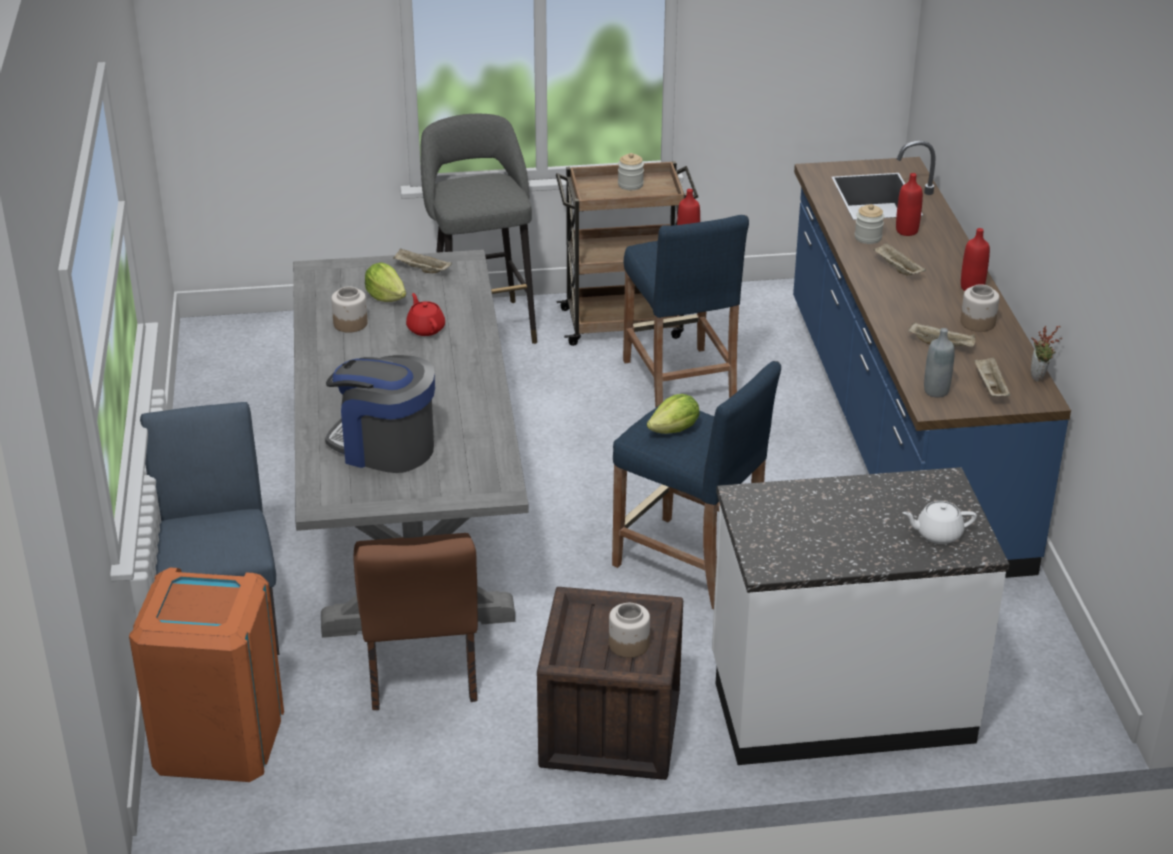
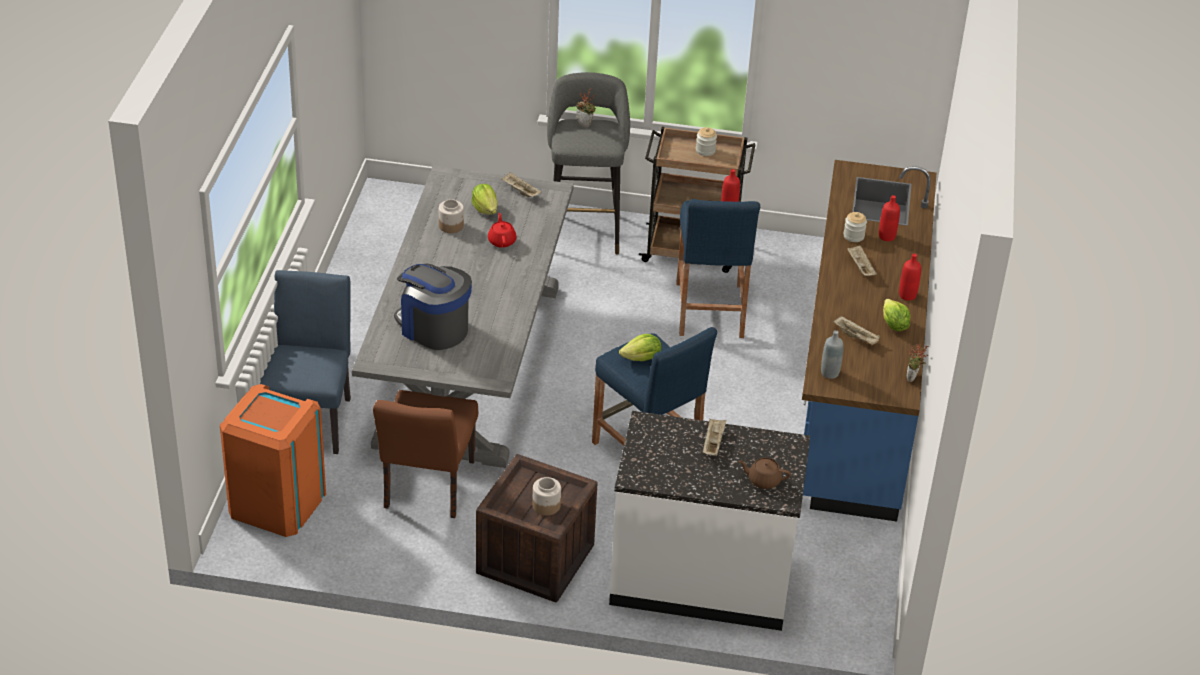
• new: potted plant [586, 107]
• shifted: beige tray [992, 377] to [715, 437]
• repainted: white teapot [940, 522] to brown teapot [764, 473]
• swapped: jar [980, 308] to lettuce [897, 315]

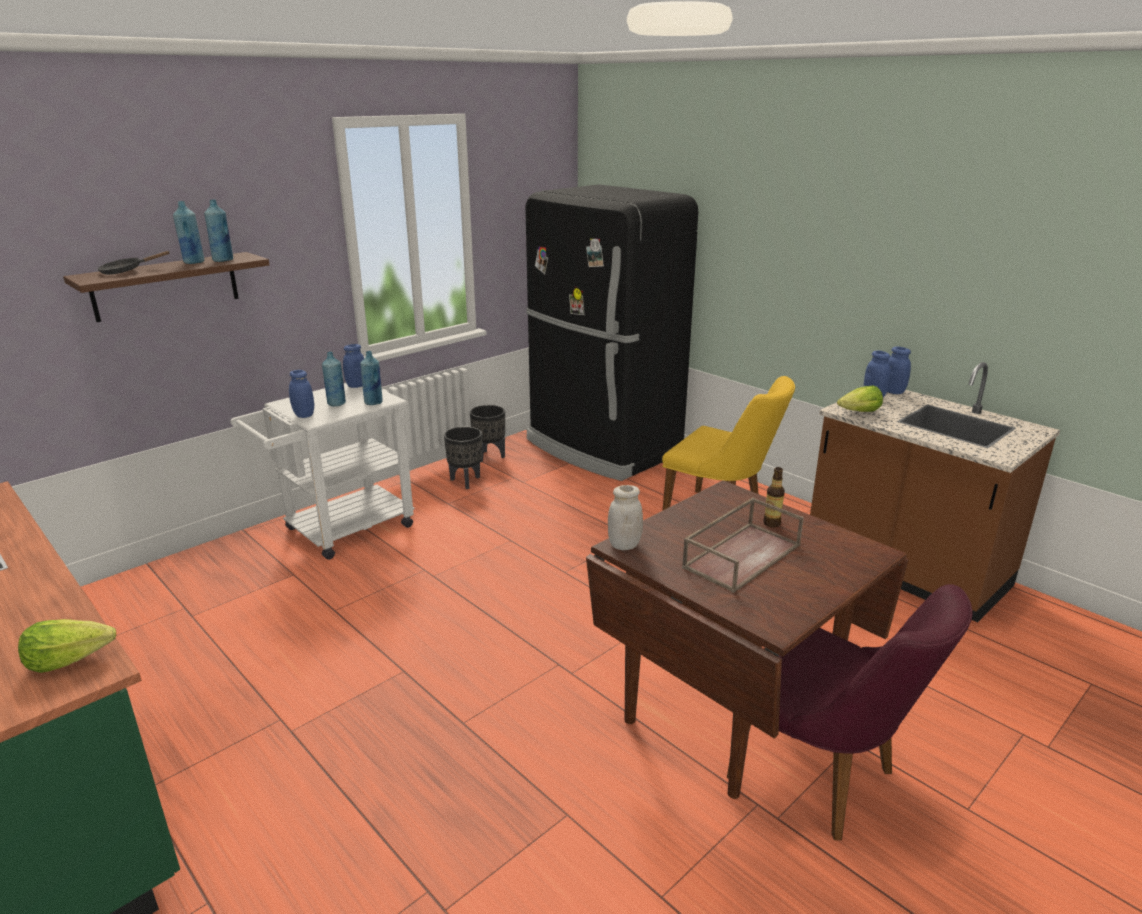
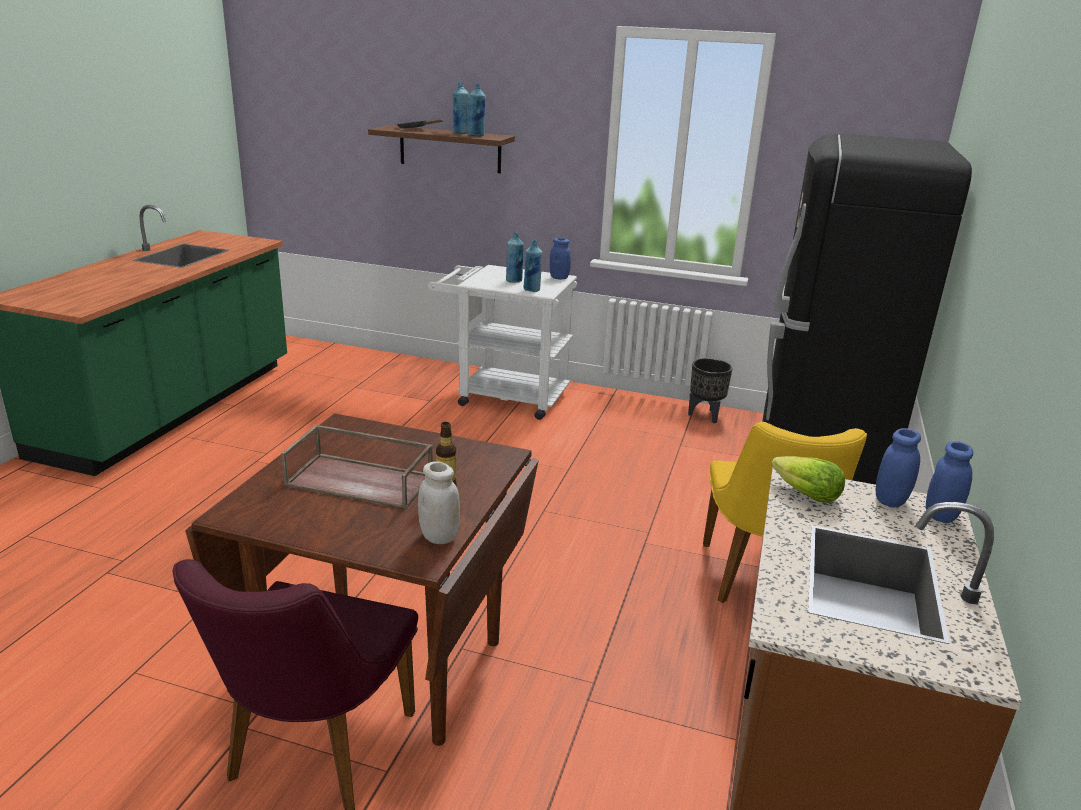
• shifted: white jar [625, 517] to [439, 502]
• gone: lettuce [67, 646]
• gone: blue jar [301, 394]
• gone: black planter [463, 458]

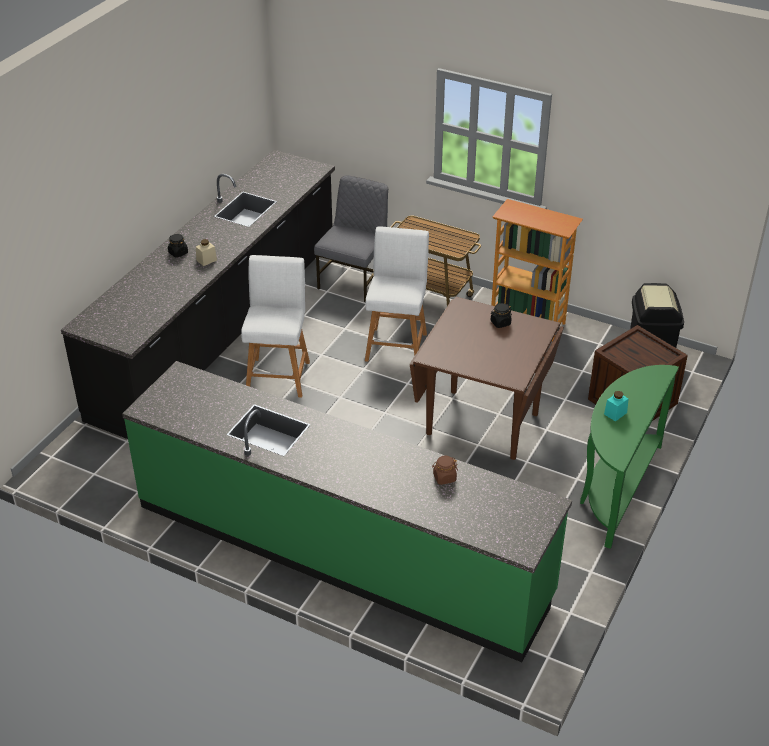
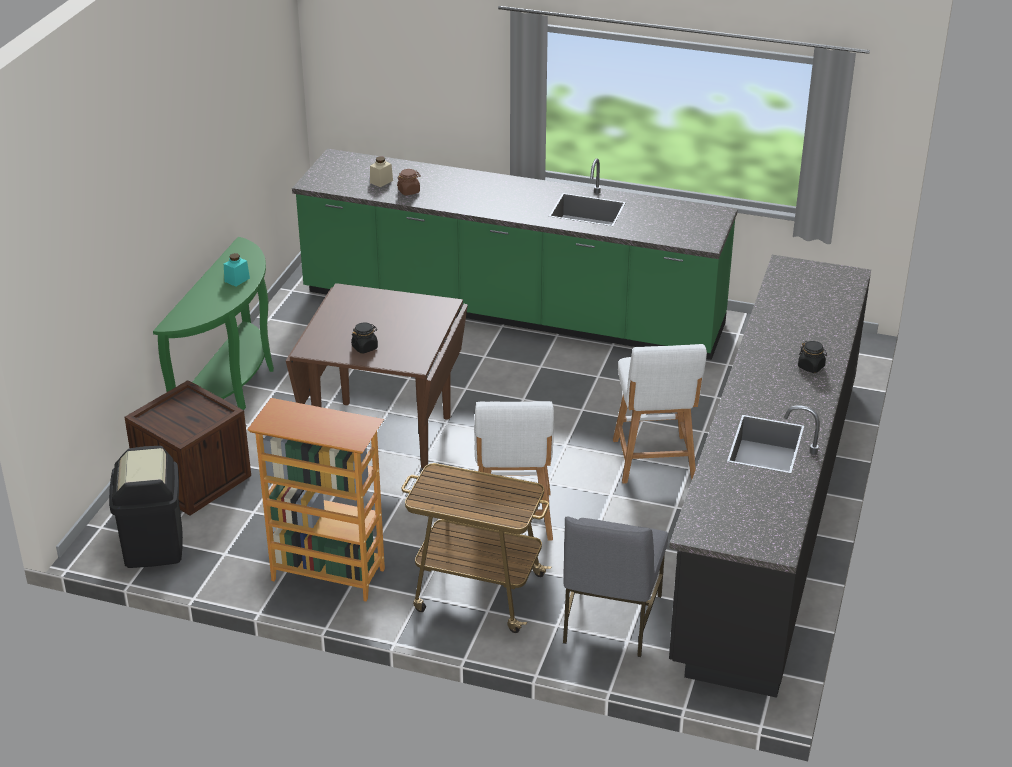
• shifted: beige jar [206, 252] to [381, 171]

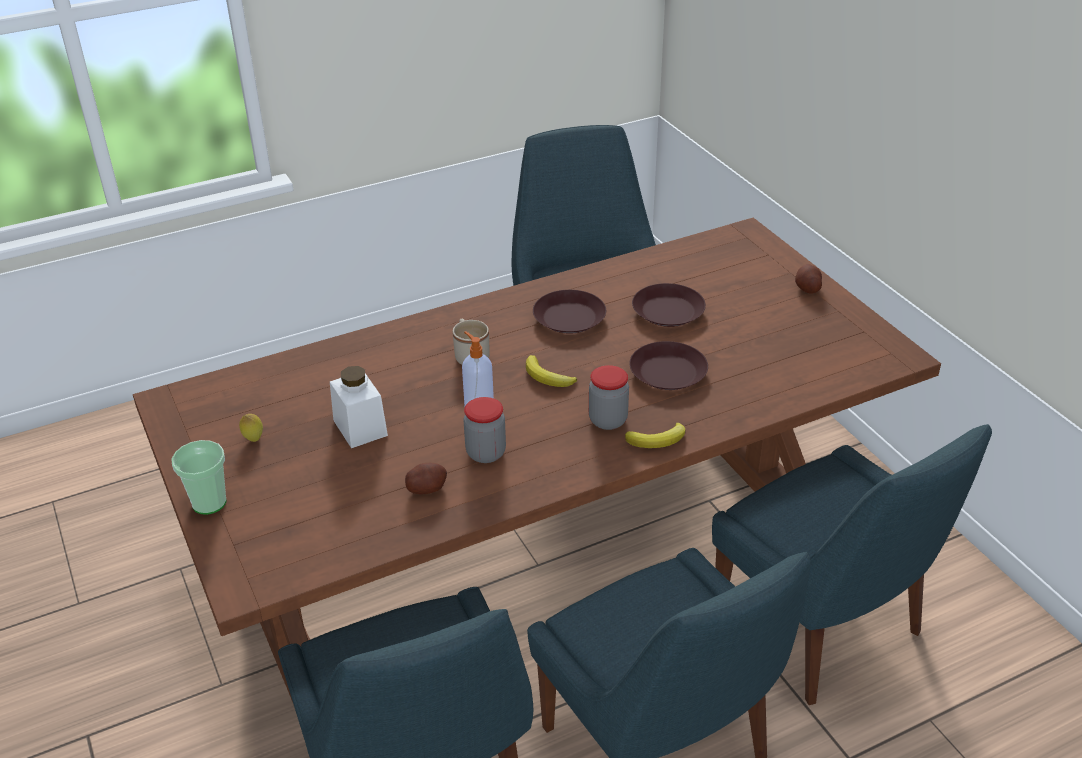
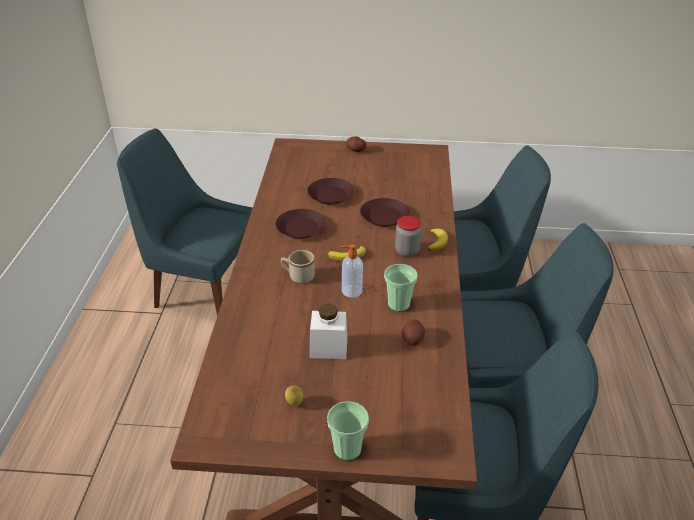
• swapped: jar [485, 430] to cup [401, 288]

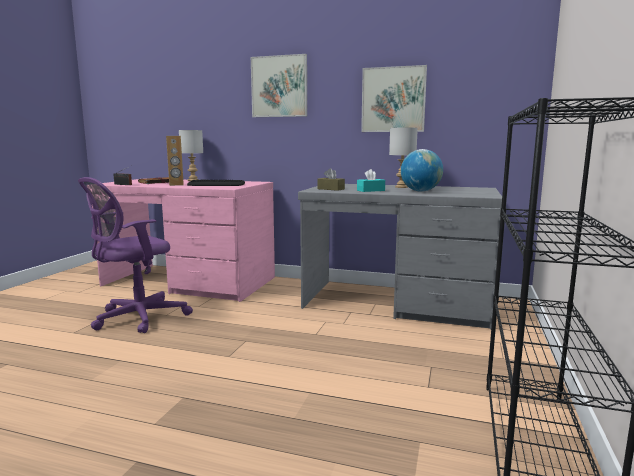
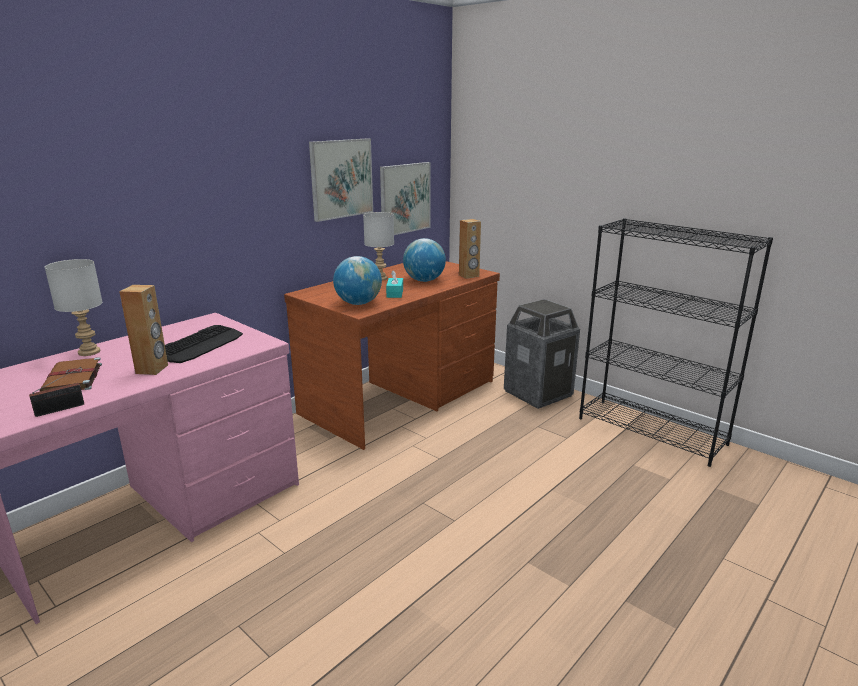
• repainted: grey desk [400, 257] to brown desk [392, 355]
• swapped: brown tissue box [331, 179] to globe [357, 280]
• shifted: picture [279, 85] to [405, 198]
• new: brown speaker [470, 249]
• new: trash can [542, 354]
• gone: purple office chair [135, 255]

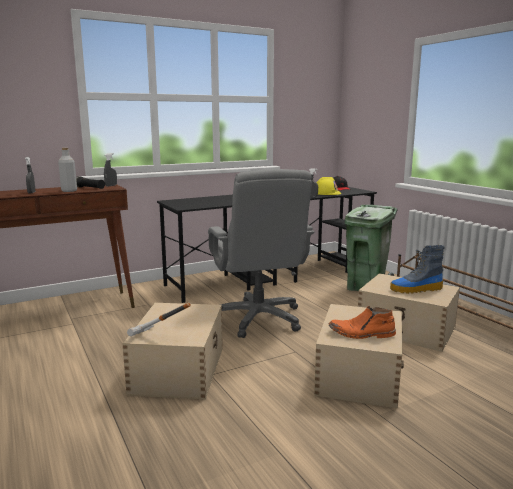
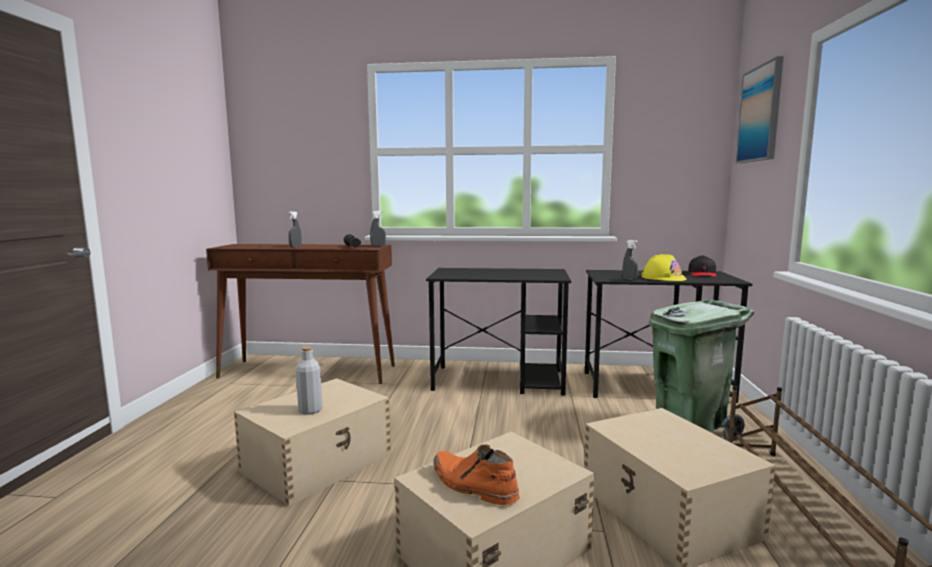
• shifted: grey bottle [67, 170] to [309, 380]
• new: picture [760, 109]
• gone: hammer [159, 319]
• gone: grey office chair [261, 253]
• gone: boot [417, 269]

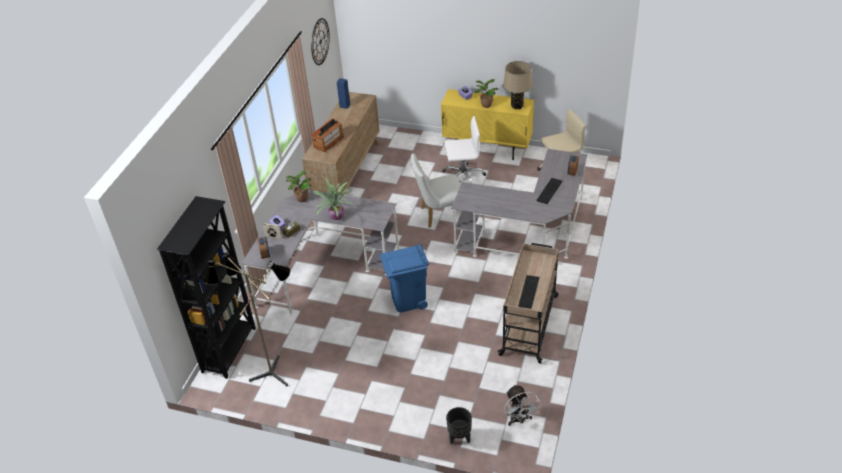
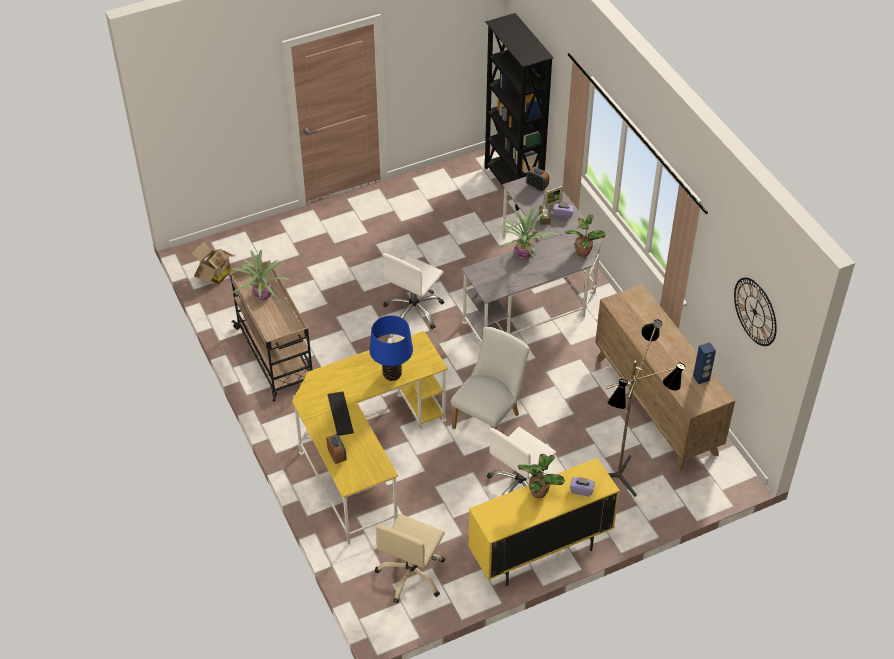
• swapped: white fan [523, 405] to cardboard box [213, 262]
• swapped: keyboard [528, 292] to potted plant [260, 275]
• repainted: grey desk [519, 204] to yellow desk [370, 438]
• new: blue table lamp [391, 348]
• swapped: blue trash can [404, 278] to white office chair [413, 291]
• shifted: floor lamp [246, 319] to [645, 408]
• gone: radio [328, 135]
• gone: black planter [459, 425]
• gone: beige table lamp [517, 85]

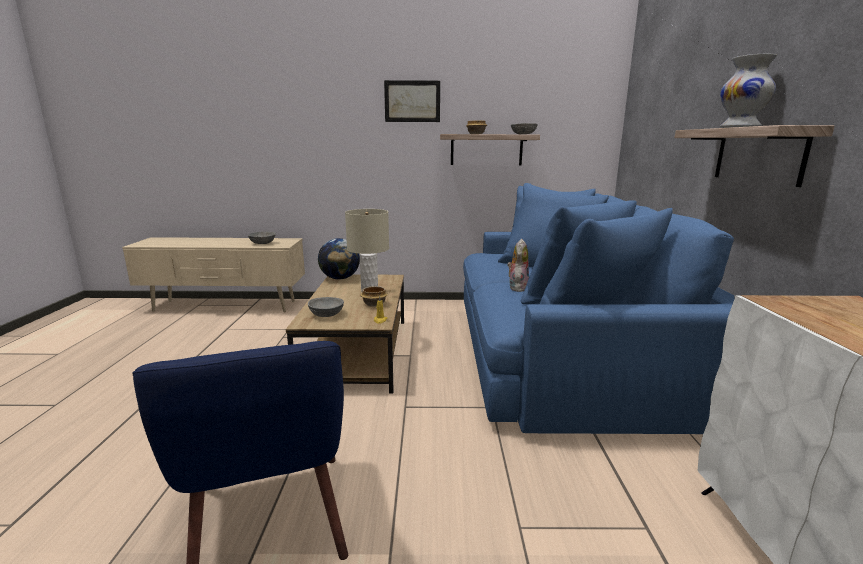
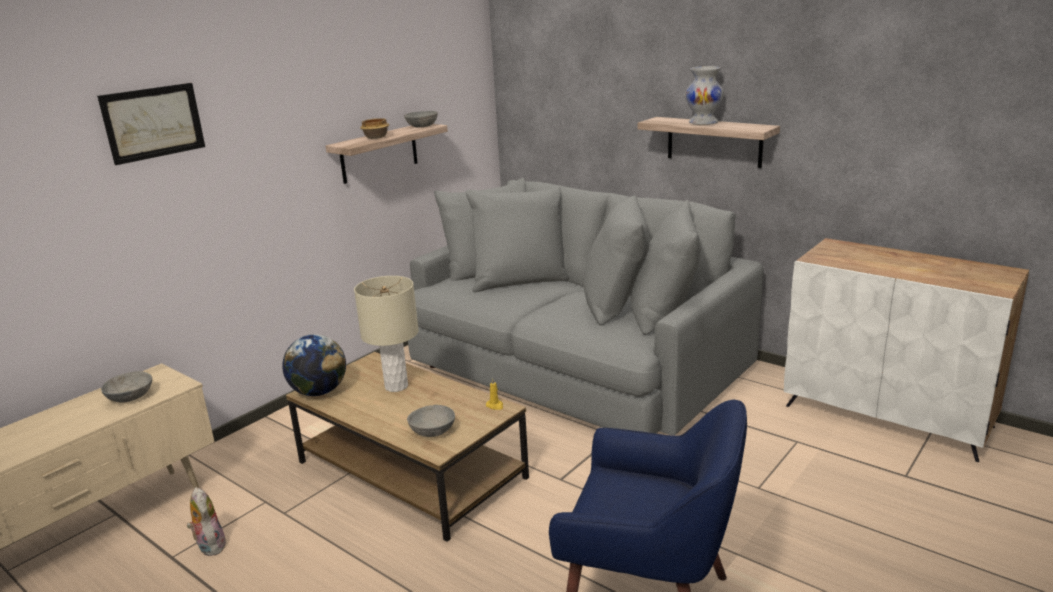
• shifted: picture [412, 101] to [151, 124]
• shifted: plush toy [518, 265] to [206, 521]
• repainted: blue sofa [599, 308] to grey sofa [585, 306]
• gone: bowl [374, 296]

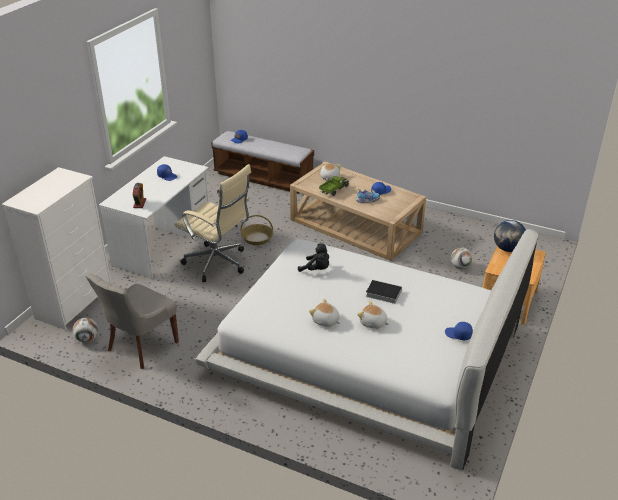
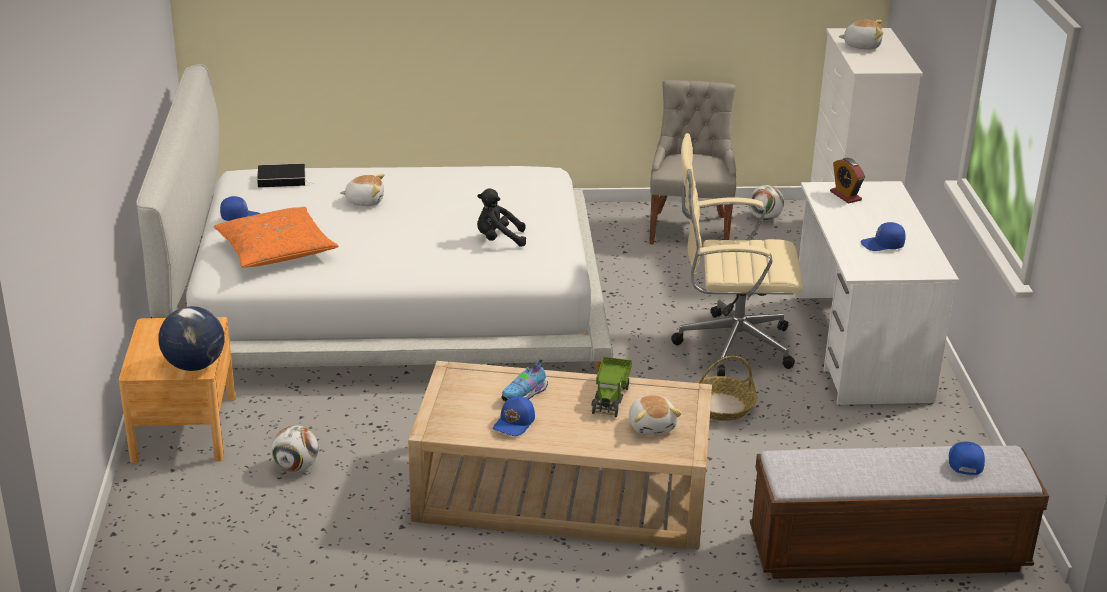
• new: orange pillow [276, 237]
• shifted: book [384, 292] to [286, 176]
• shifted: plush toy [324, 313] to [860, 35]

